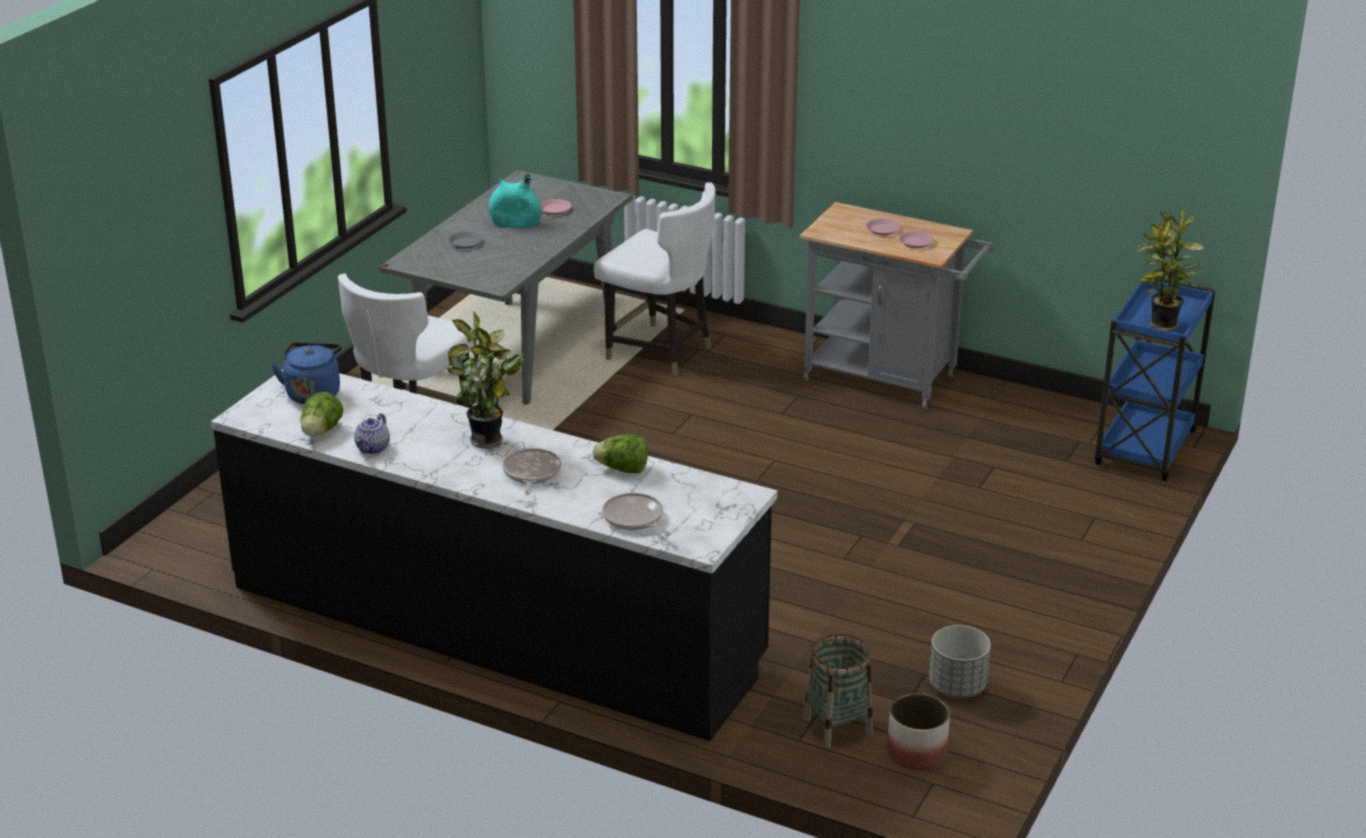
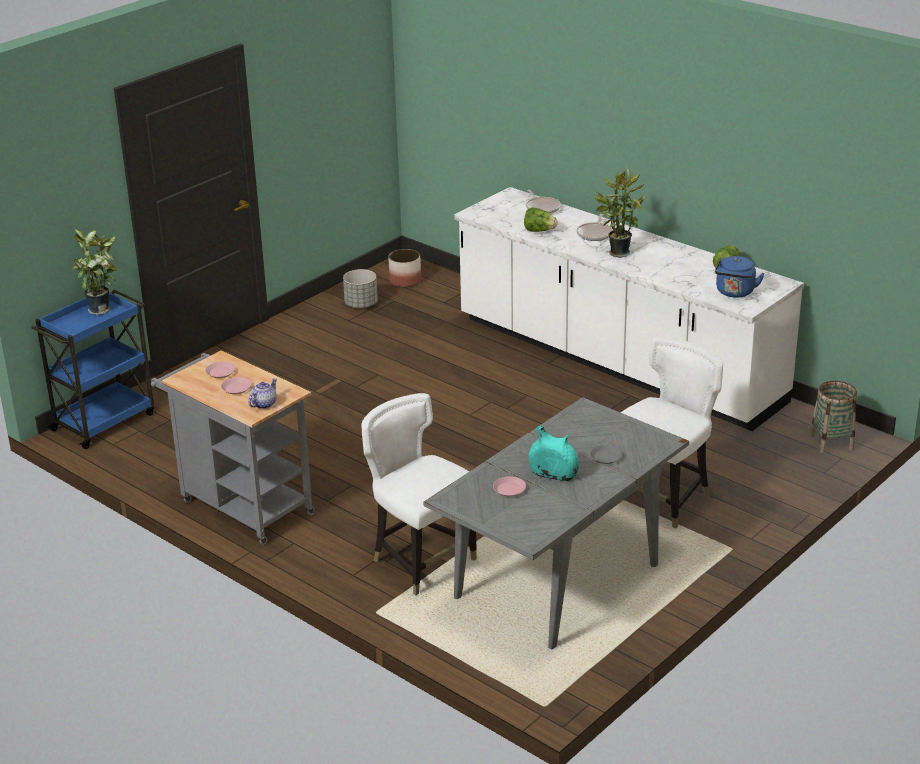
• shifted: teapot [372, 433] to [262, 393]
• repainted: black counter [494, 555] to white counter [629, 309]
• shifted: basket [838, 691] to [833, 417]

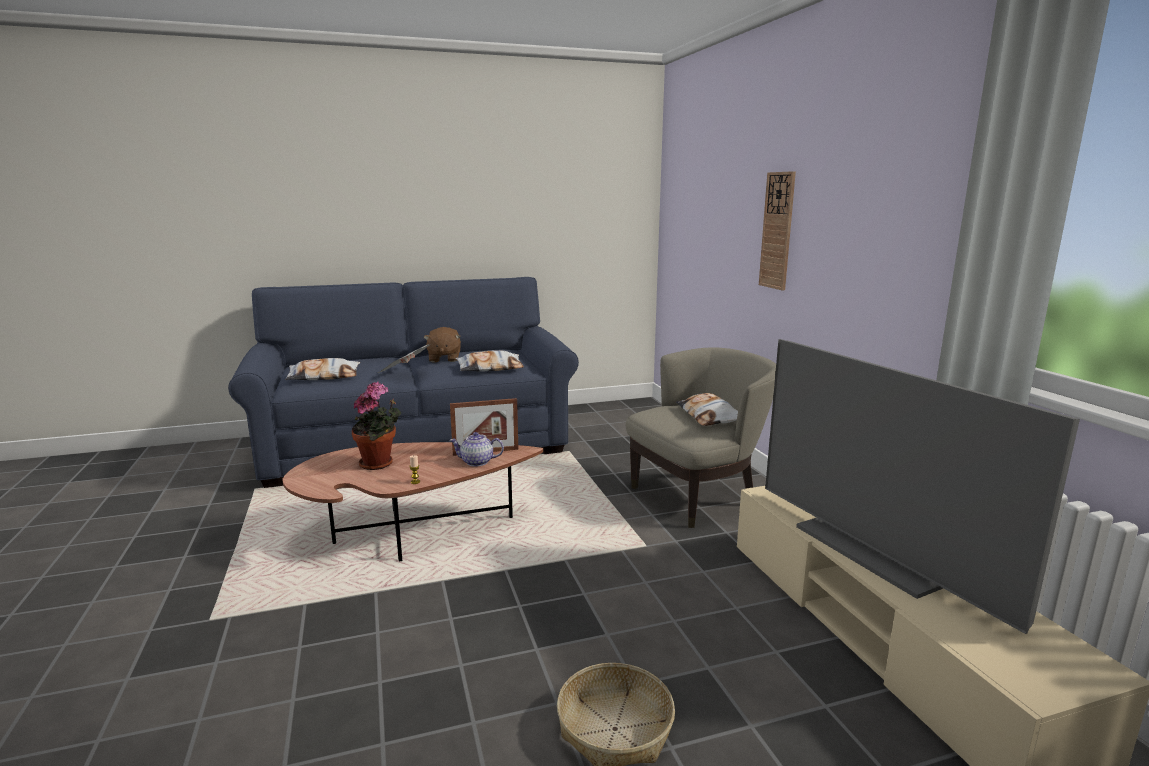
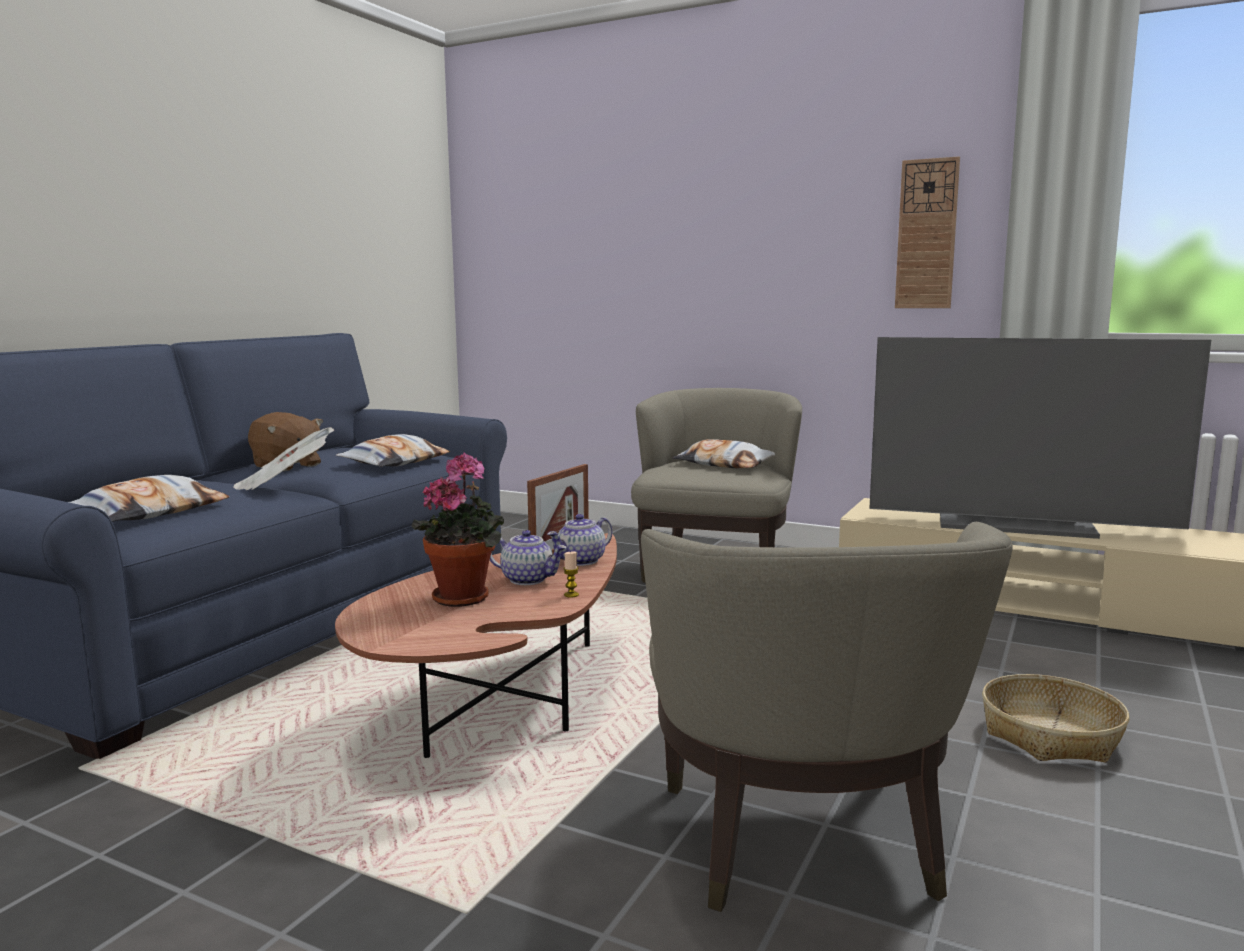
• new: teapot [528, 557]
• new: beige armchair [827, 717]
• shifted: wall clock [777, 230] to [927, 232]

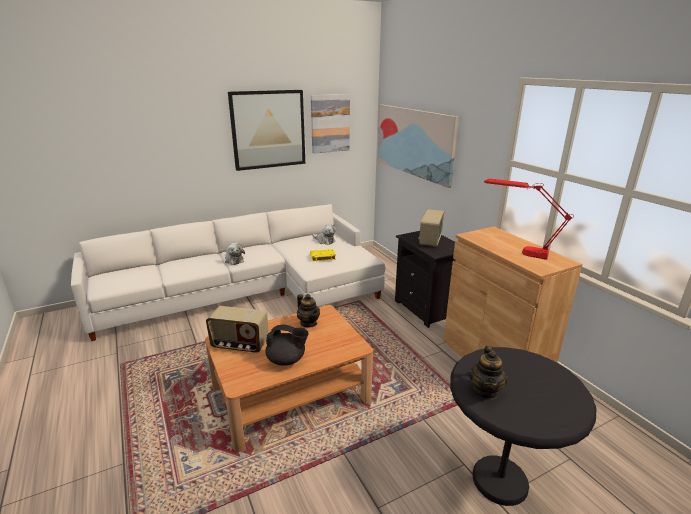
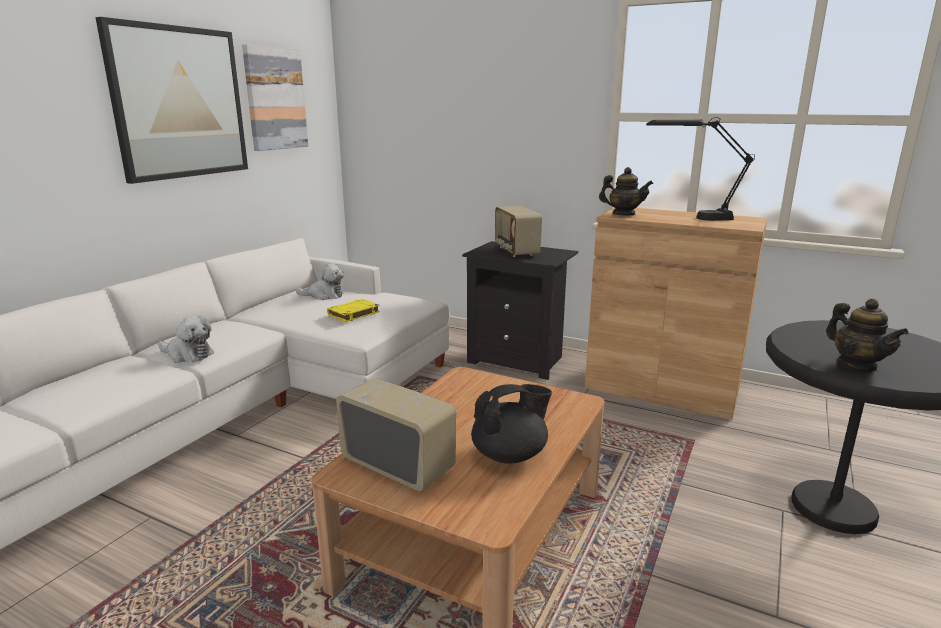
• rotated: radio [237, 329] = [396, 434] 120 degrees counterclockwise
• shifted: teapot [308, 310] to [626, 191]
• repainted: red table lamp [529, 219] to black table lamp [700, 169]
• gone: picture [418, 146]

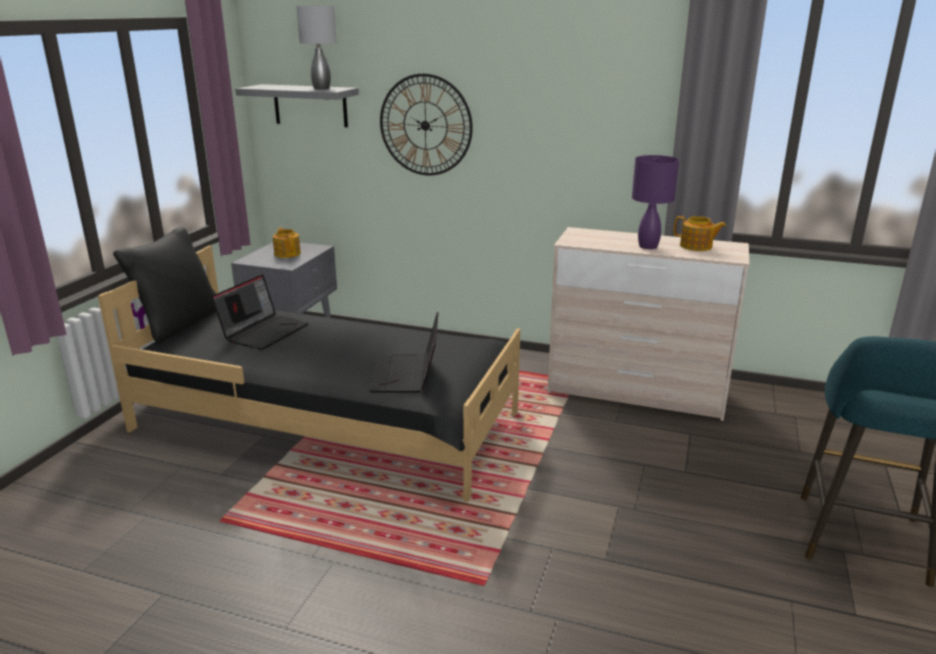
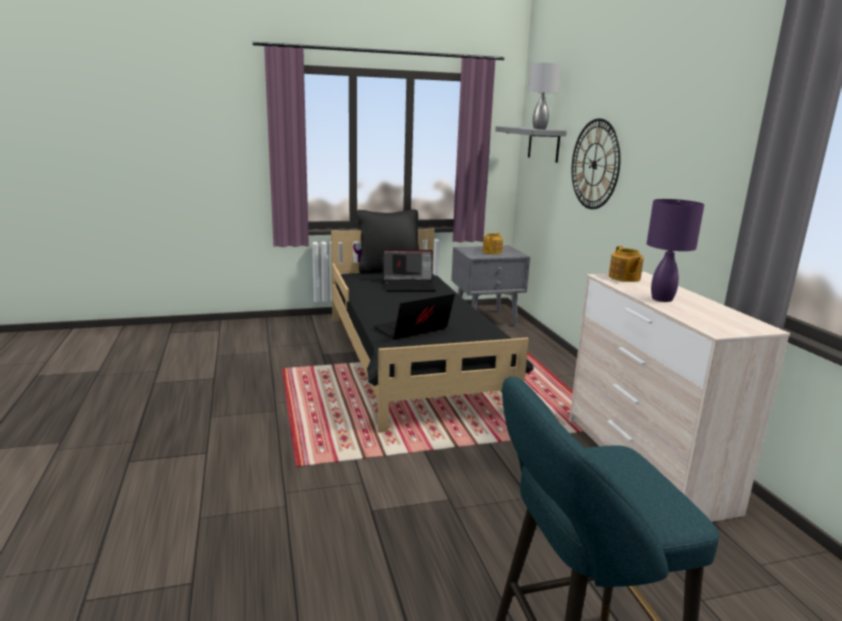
• shifted: teapot [700, 233] to [626, 264]

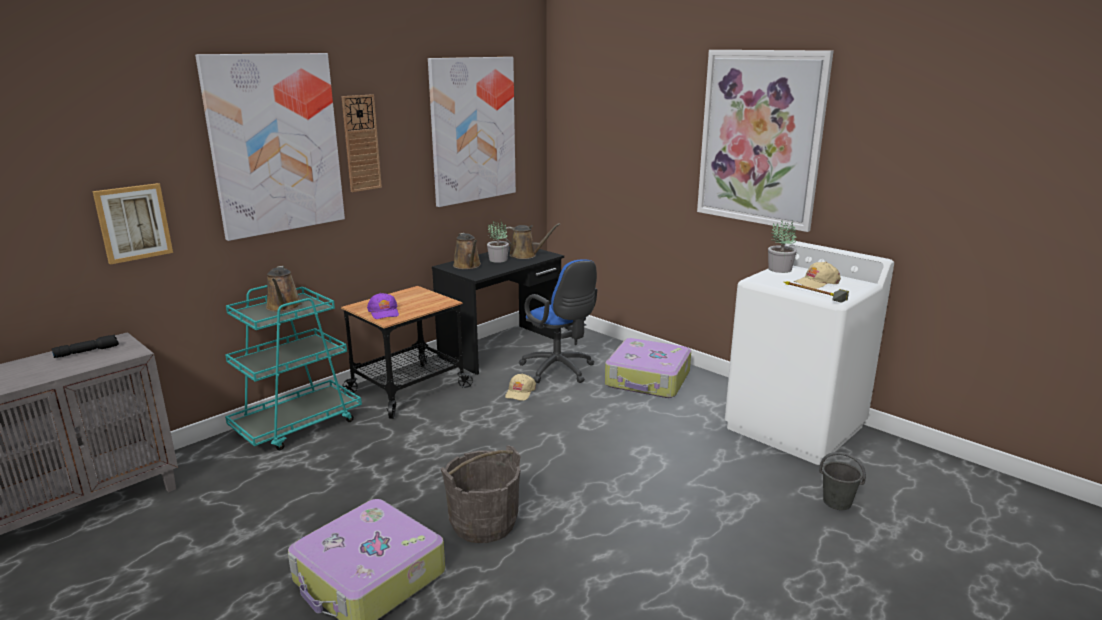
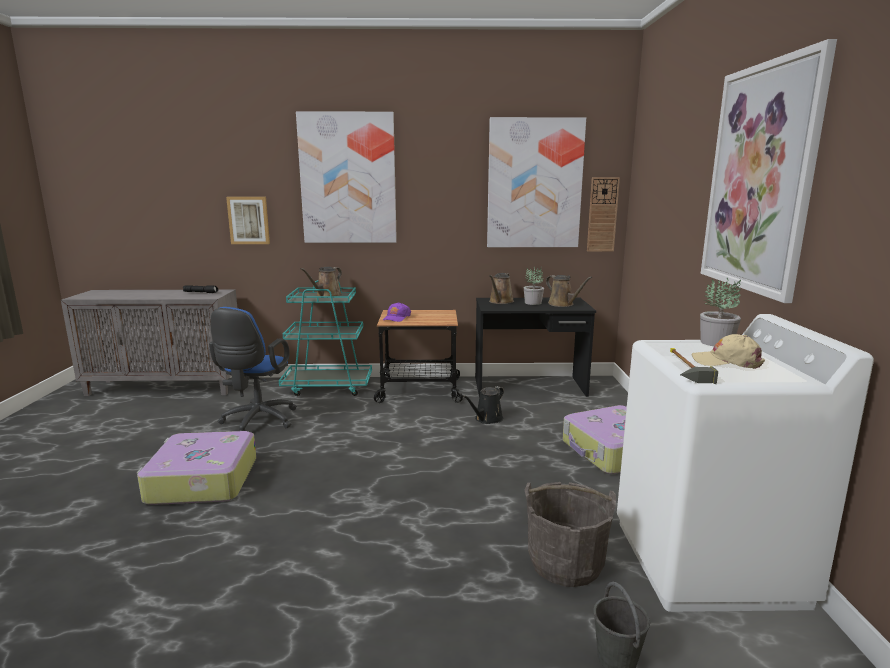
• shifted: blue office chair [558, 321] to [253, 369]
• swapped: beige cap [520, 387] to black watering can [483, 405]
• shifted: grey bucket [480, 494] to [570, 534]
• shifted: wall clock [361, 143] to [603, 214]

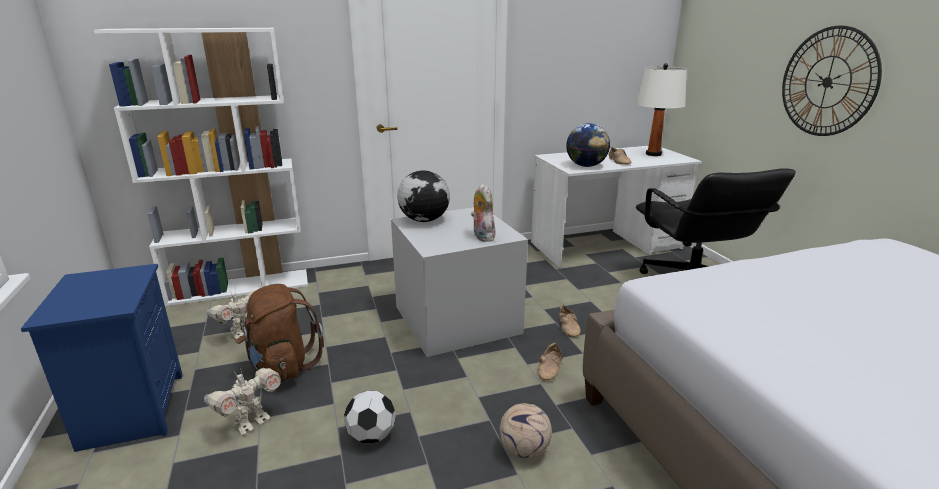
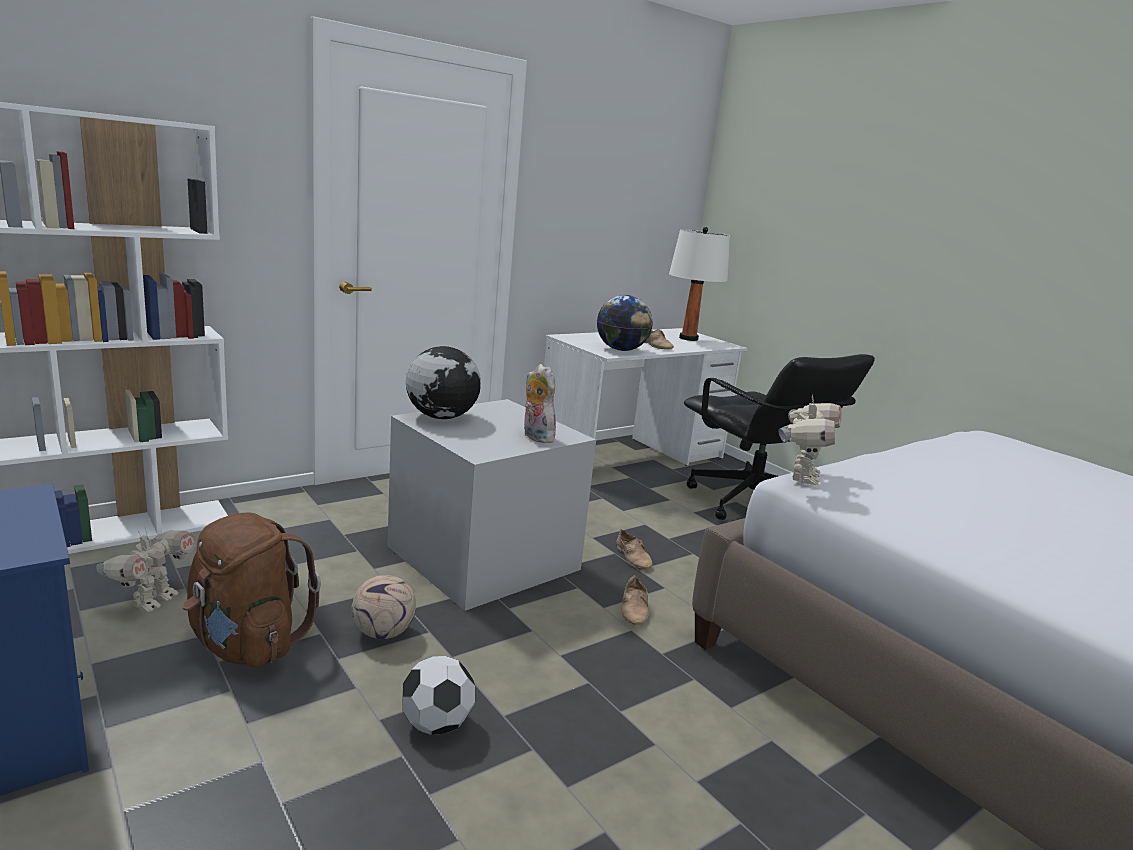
• shifted: football [525, 430] to [383, 607]
• shifted: toy robot [242, 401] to [810, 439]
• gone: wall clock [832, 80]

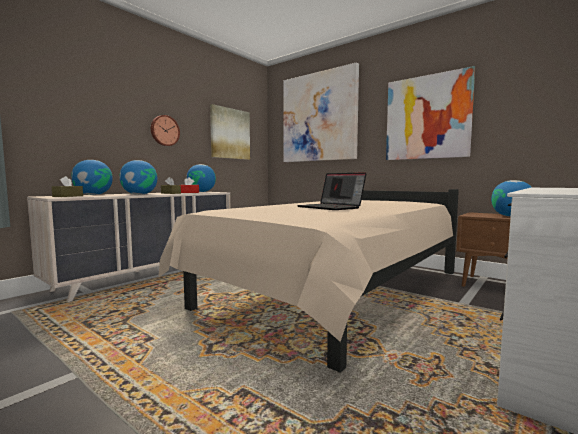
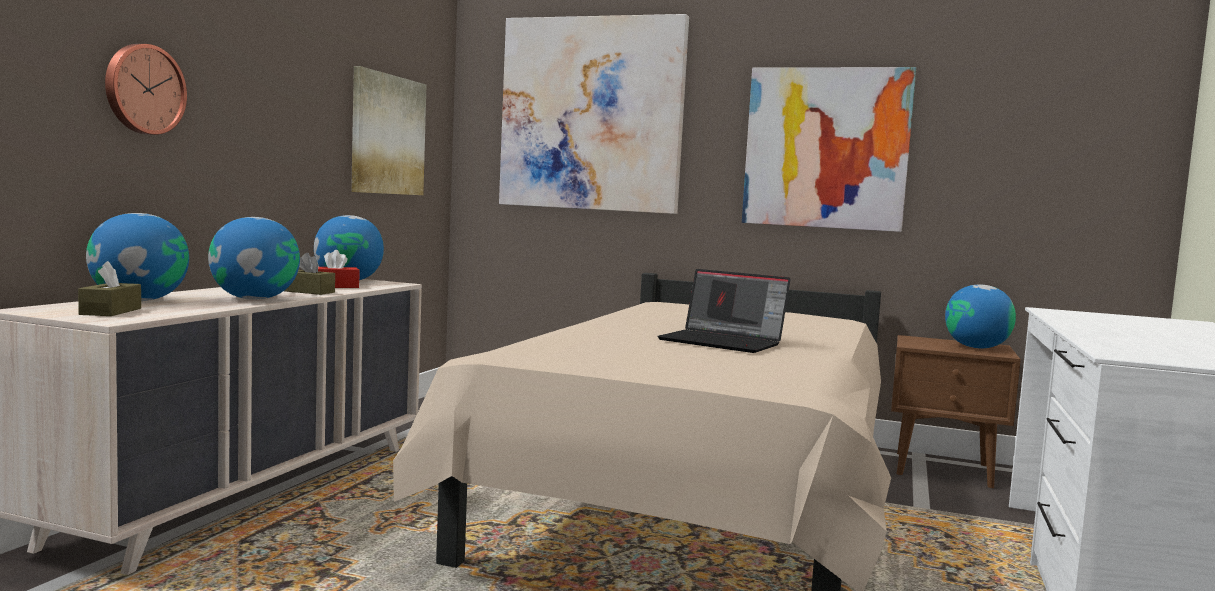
• shifted: wall clock [165, 130] to [146, 89]

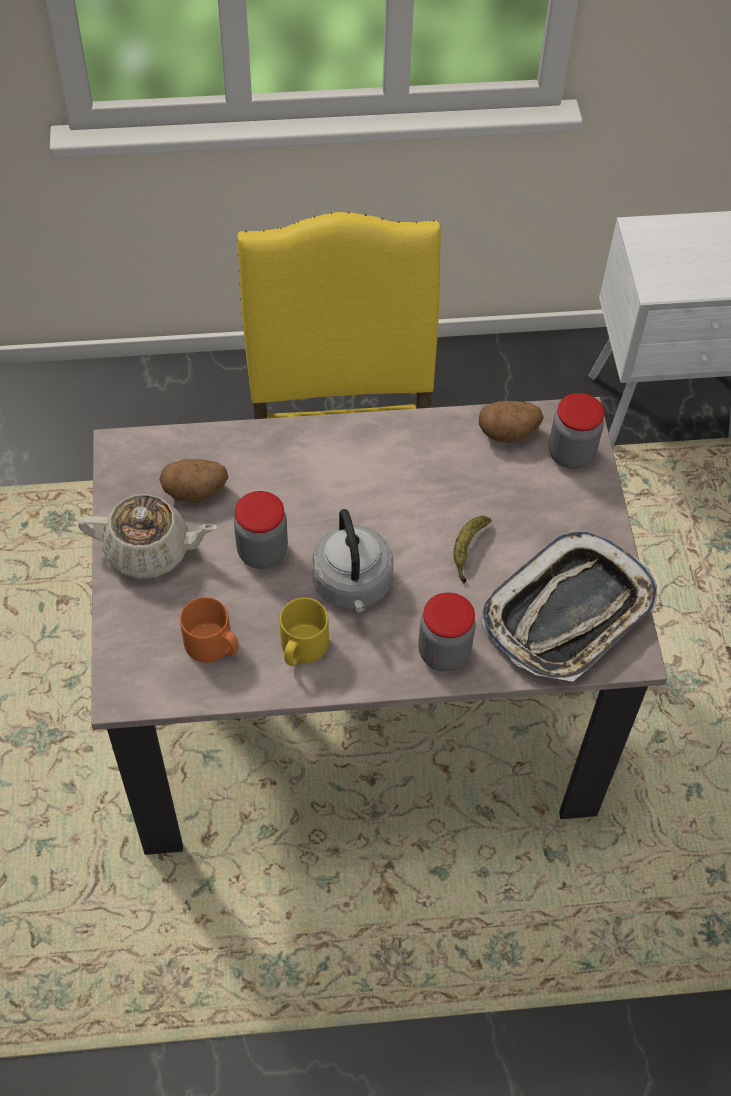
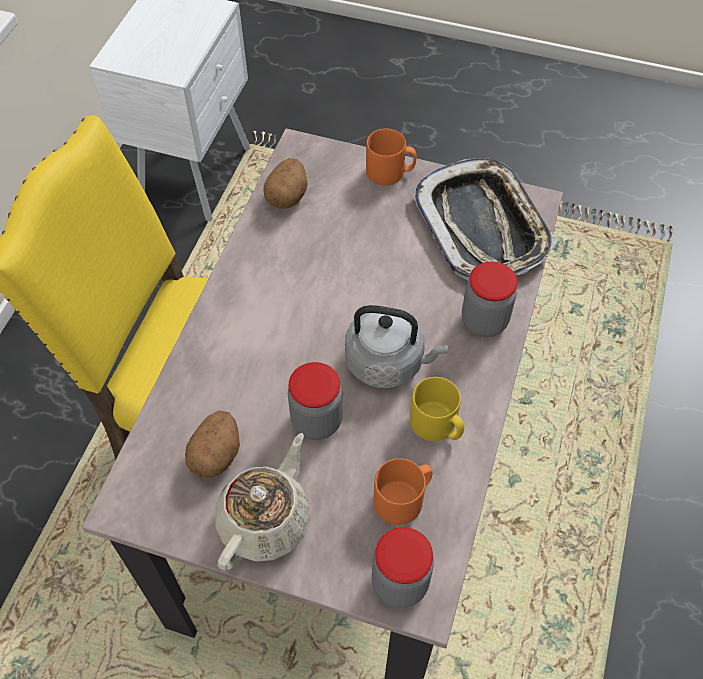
• new: orange mug [391, 157]
• shifted: jar [577, 431] to [403, 567]
• gone: banana [472, 549]

